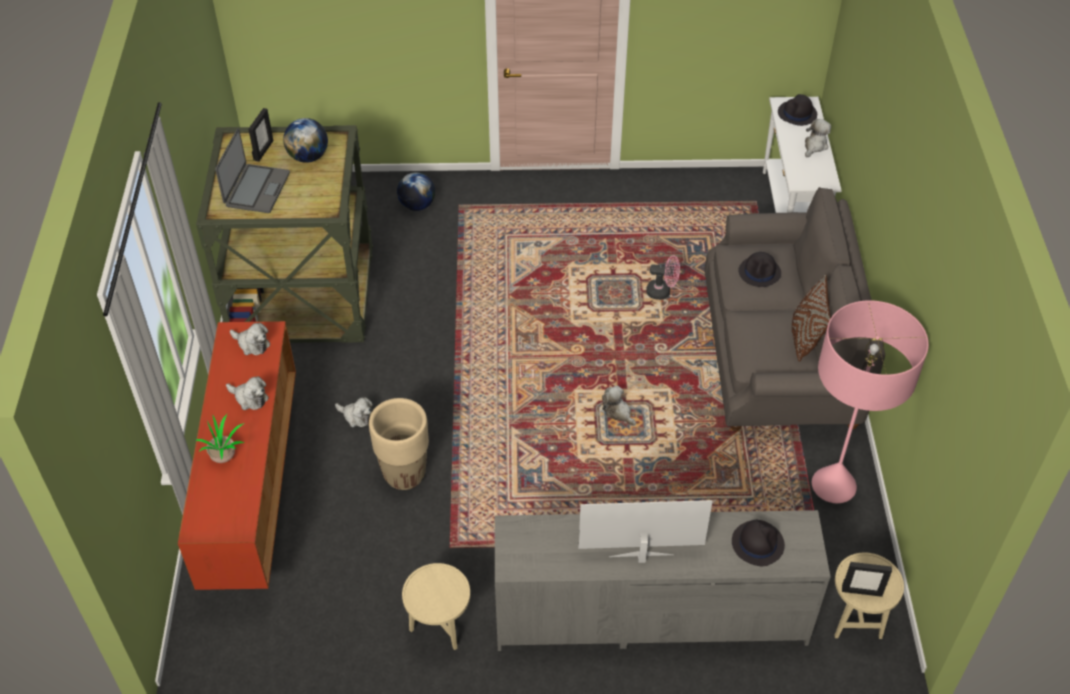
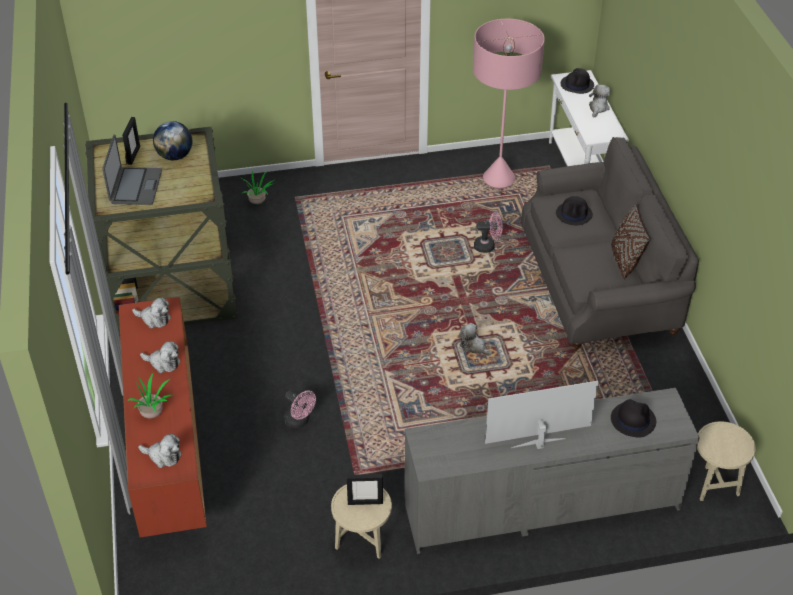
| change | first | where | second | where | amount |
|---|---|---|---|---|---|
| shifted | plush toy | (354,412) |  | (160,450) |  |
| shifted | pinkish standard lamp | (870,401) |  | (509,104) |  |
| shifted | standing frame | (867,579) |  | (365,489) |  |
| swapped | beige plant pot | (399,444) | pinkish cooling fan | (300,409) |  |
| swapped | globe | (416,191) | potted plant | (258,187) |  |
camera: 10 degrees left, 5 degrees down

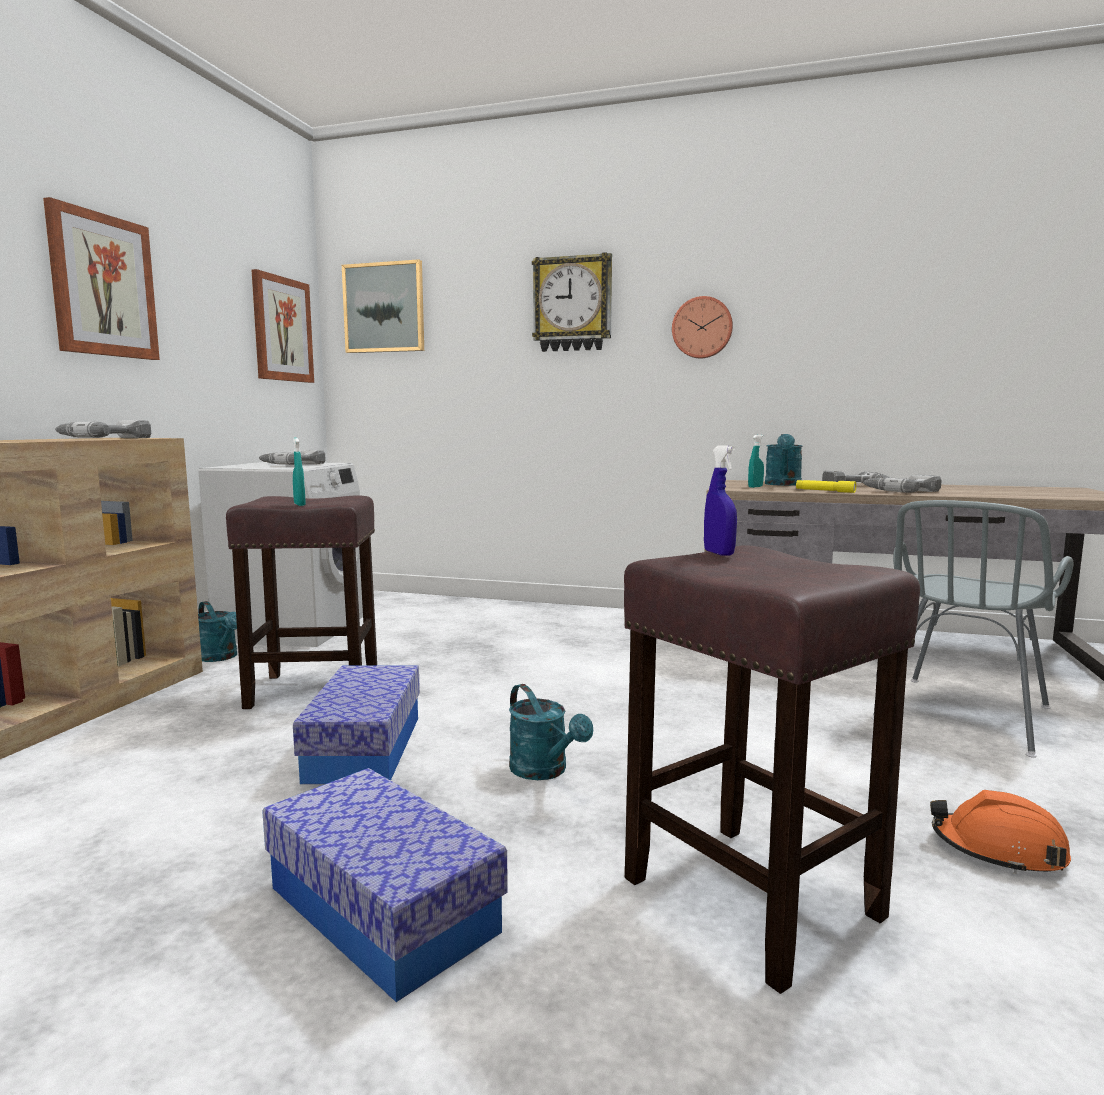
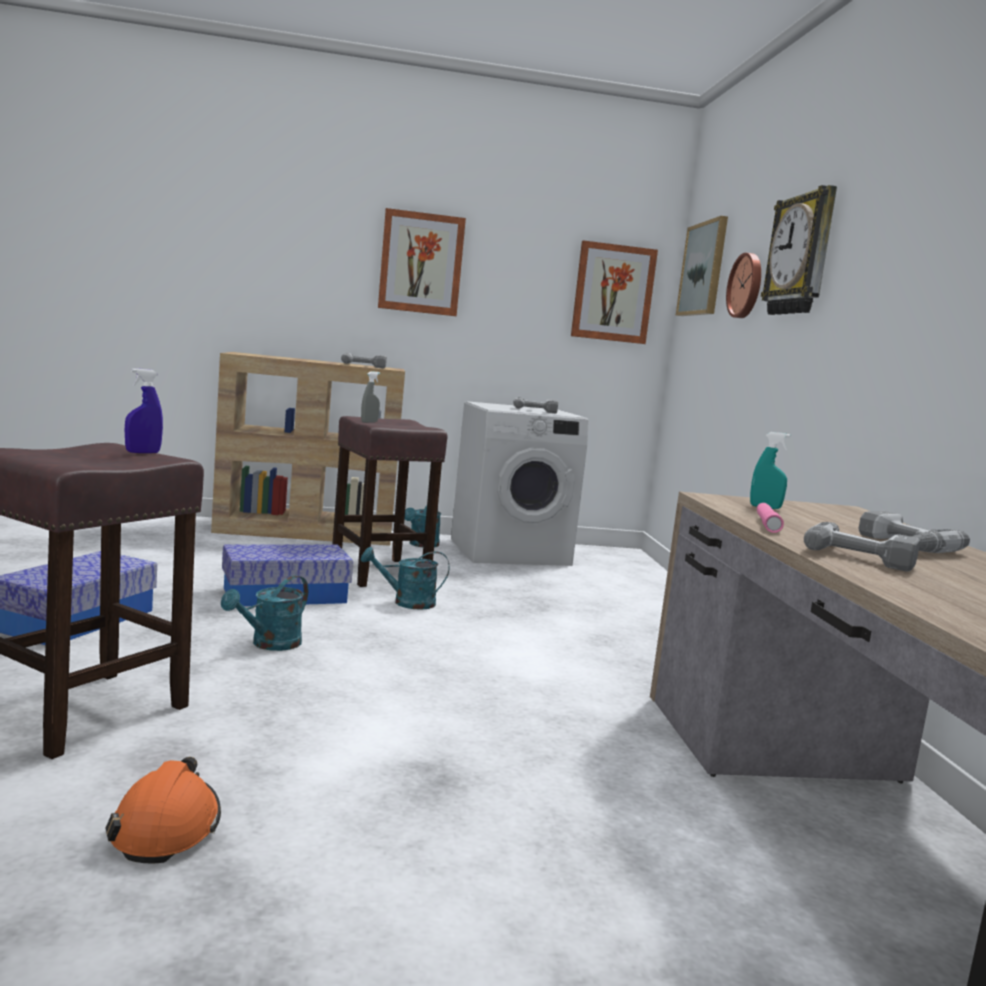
| change | first | where | second | where | amount |
|---|---|---|---|---|---|
| gone | greyish chair | (972,629) |  |  |  |
| shifted | hanging clock | (702,327) |  | (743,285) |  |
| shifted | turquoise-coloured sprinkling can | (784,460) |  | (405,578) |  |
| repainted | turquoise-coloured sprayer | (299,472) | greyish sprayer | (370,397) |  |
| repainted | yellowish torch | (826,486) | pinkish torch | (770,518) |  |
camera: 65 degrees right, 0 degrees up

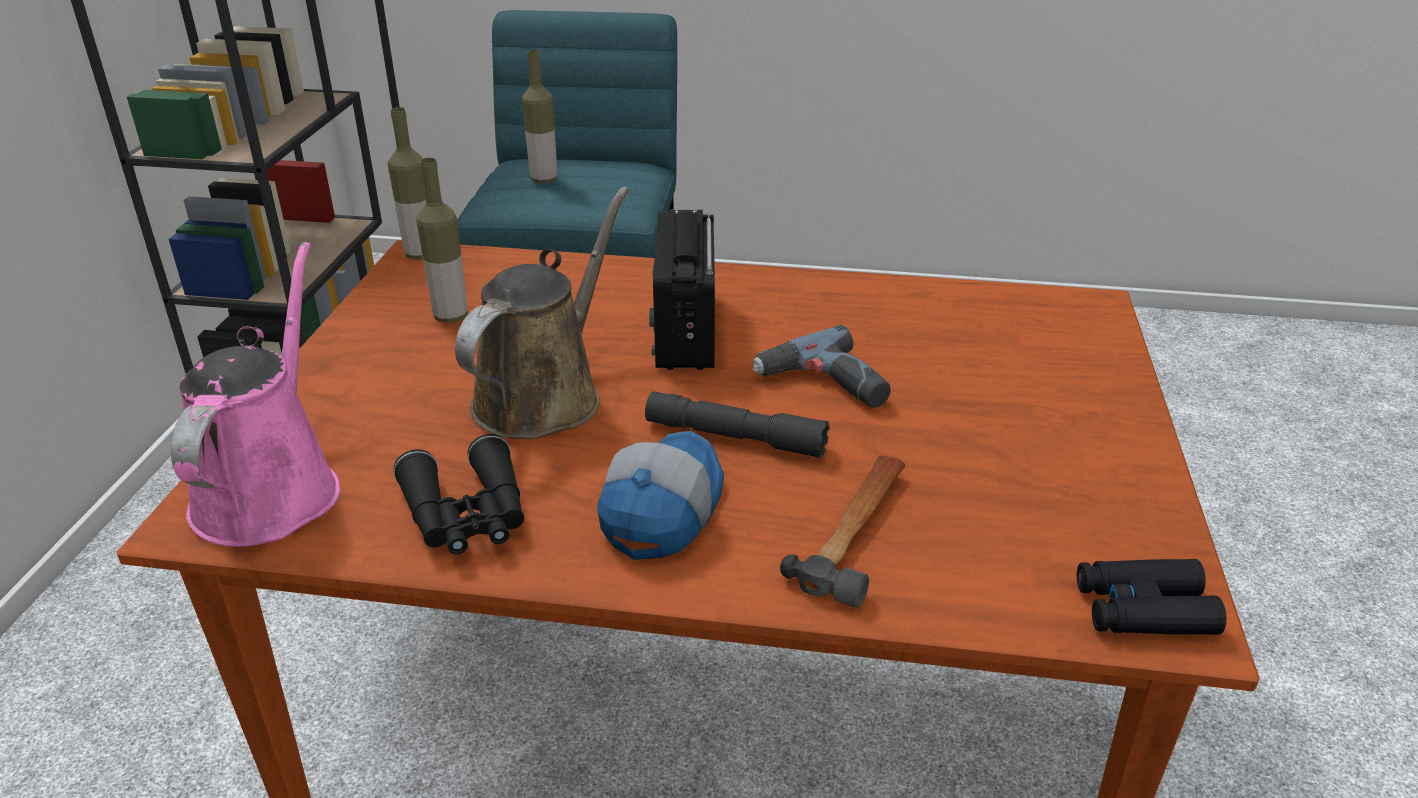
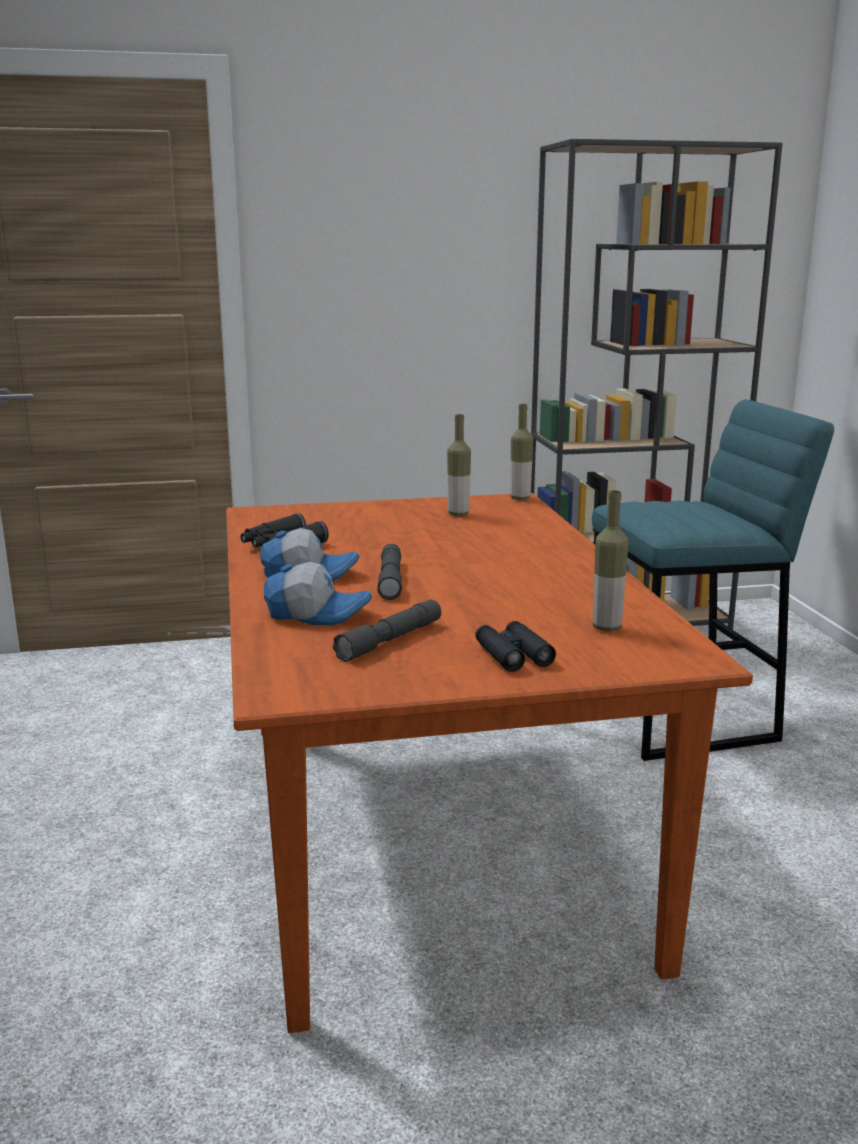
| change | first | where | second | where | amount |
|---|---|---|---|---|---|
| gone | pinkish sprinkling can | (255,394) |  |  |  |
| gone | brownish sprinkling can | (542,313) |  |  |  |
| gone | radio receiver | (682,289) |  |  |  |
| gone | power drill | (821,366) |  |  |  |
| new |  |  | greyish torch | (387,631) |  |
| shifted | bottle | (539,116) |  | (611,560) |  |
| shifted | black pair of binoculars | (1151,597) |  | (515,646) |  |
| swapped | hand hammer | (842,532) | peaked cap | (318,593) |  |
camera: 70 degrees right, 15 degrees down

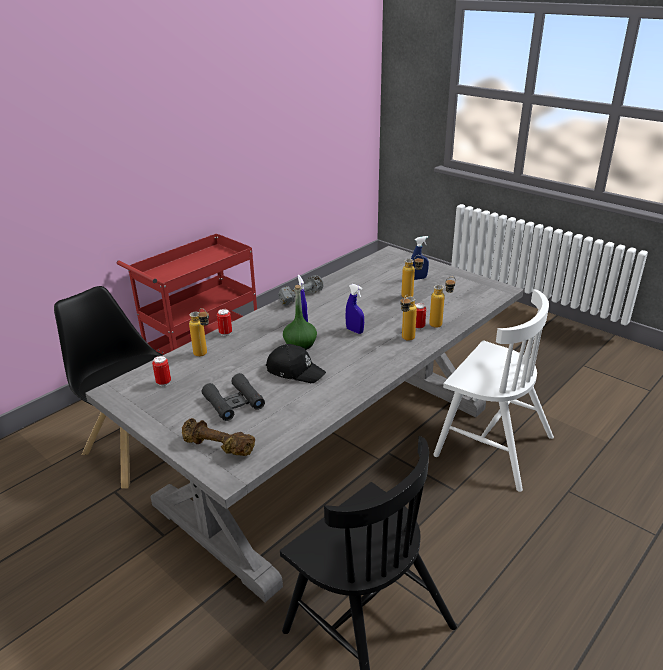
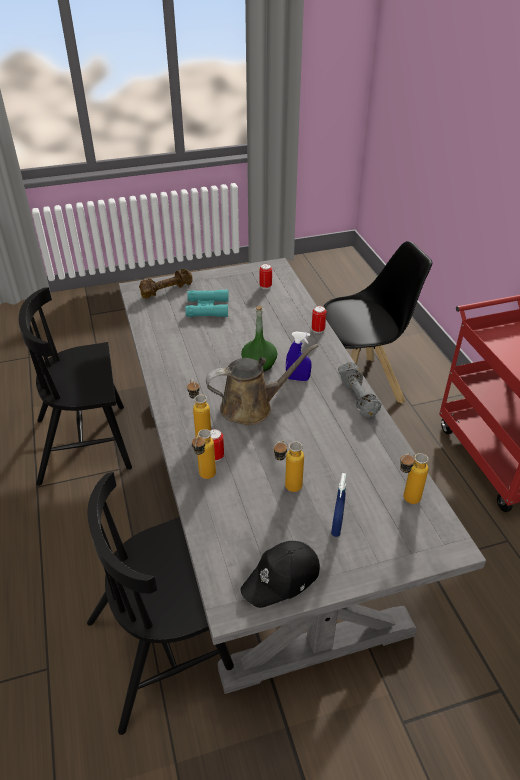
| change | first | where | second | where | amount |
|---|---|---|---|---|---|
| shifted | bottle | (199,332) |  | (414,478) |  |
| shifted | black peaked cap | (296,363) |  | (280,574) |  |
| swapped | blue sprayer | (354,309) | brownish sprinkling can | (262,384) |  |
| repainted | black pair of binoculars | (233,397) | turquoise-coloured pair of binoculars | (207,303) |  |
| repainted | white chair | (493,390) | black chair | (160,603) |  |
camera: 120 degrees right, 10 degrees up

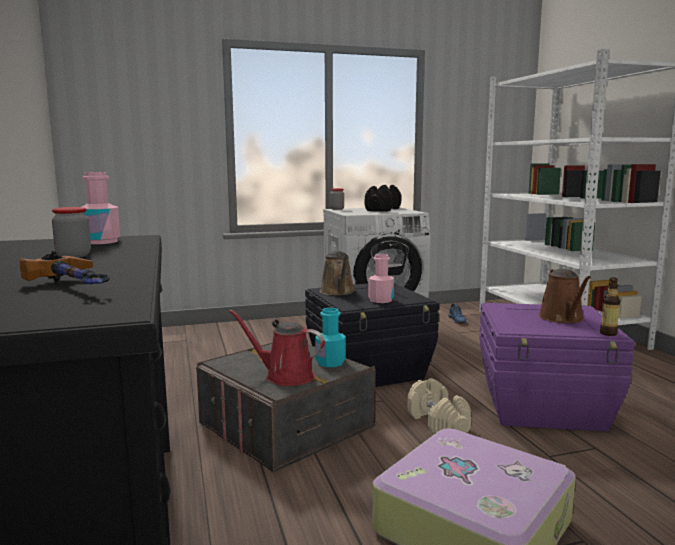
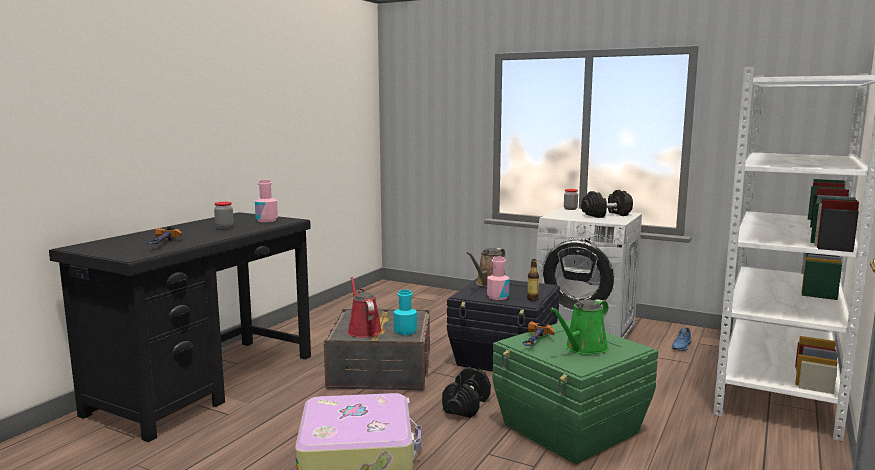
| change | first | where | second | where | amount |
|---|---|---|---|---|---|
| new |  |  | hand hammer | (538,333) |  |
| shifted | bottle | (610,306) |  | (533,280) |  |
| repainted | beige dumbbell | (439,406) | black dumbbell | (466,392) |  |
| repainted | purple-coloured storage box | (556,367) | green-coloured storage box | (575,392) |  |
| repainted | brownish sprinkling can | (565,296) | green-coloured sprinkling can | (579,327) |  |
camera: 45 degrees right, 0 degrees up

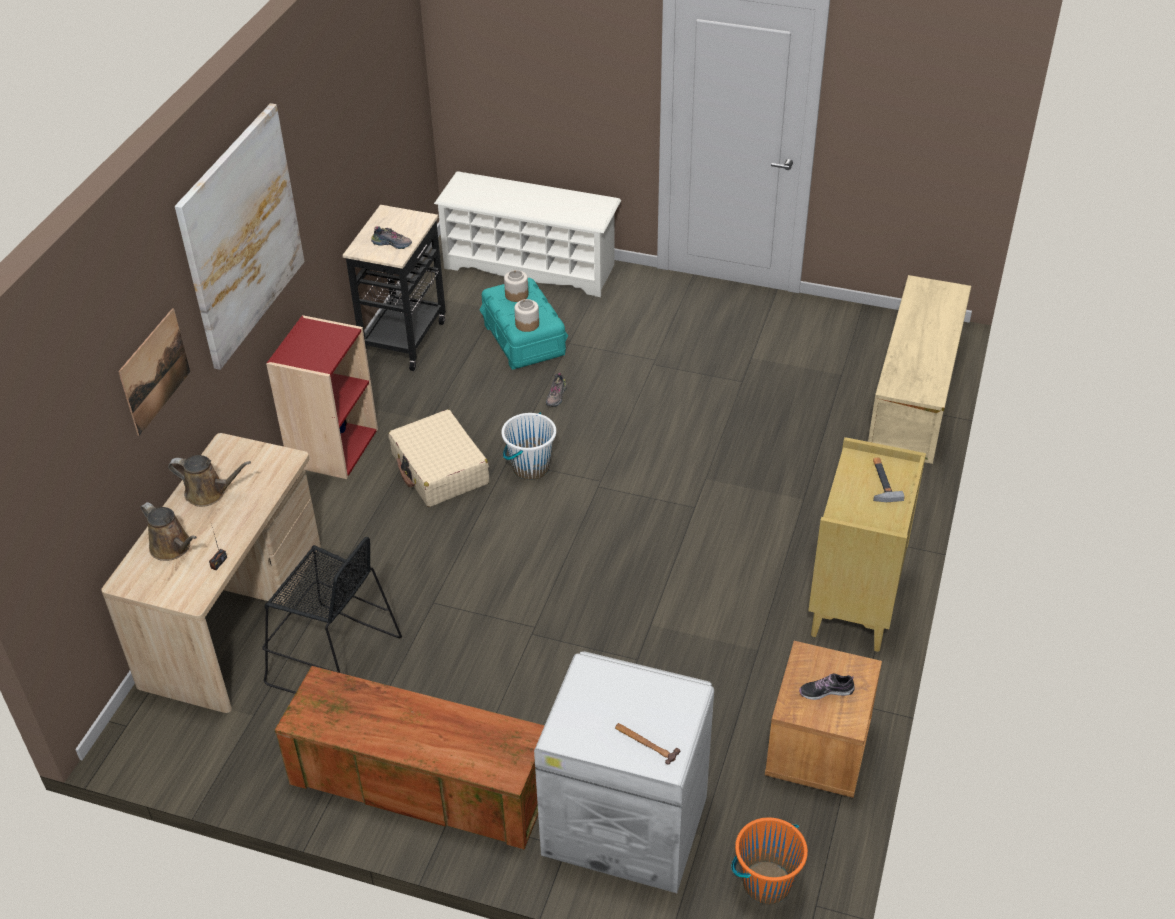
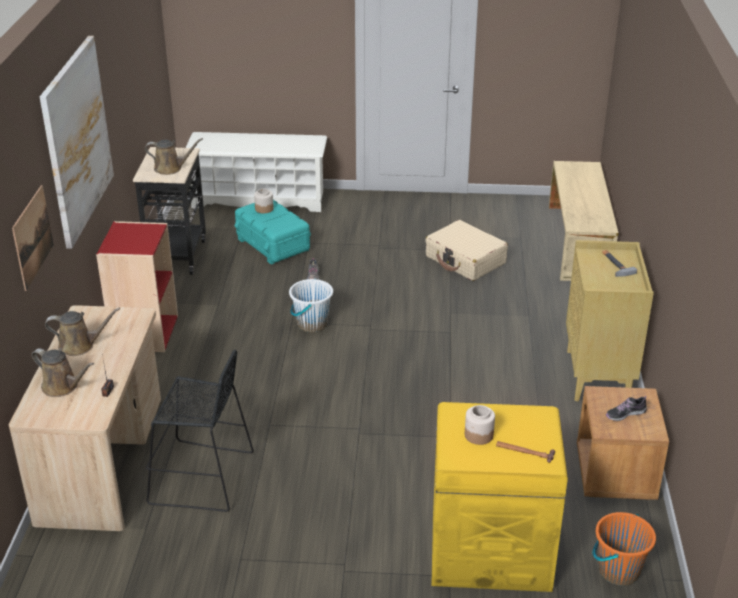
| change | first | where | second | where | amount |
|---|---|---|---|---|---|
| gone | brownish long seat | (410,758) |  |  |  |
| shifted | beige piece of luggage | (438,458) |  | (466,250) |  |
| shifted | preserve jar | (526,315) |  | (480,425) |  |
| swapped | item of footwear | (391,237) | brownish sprinkling can | (174,156) |  |
| repainted | white washing machine | (624,772) | yellowish washing machine | (499,497) |  |
camera: 15 degrees left, 10 degrees down

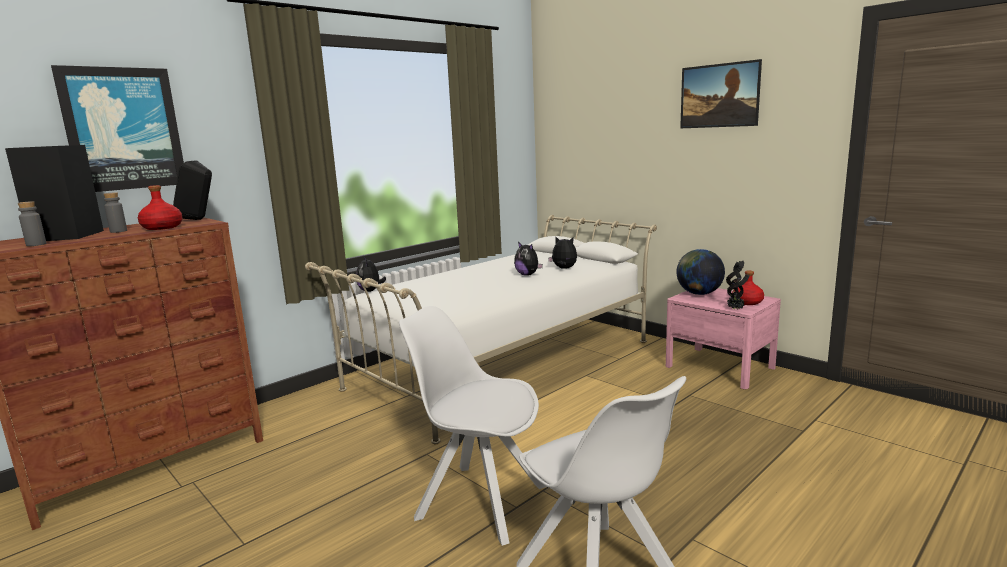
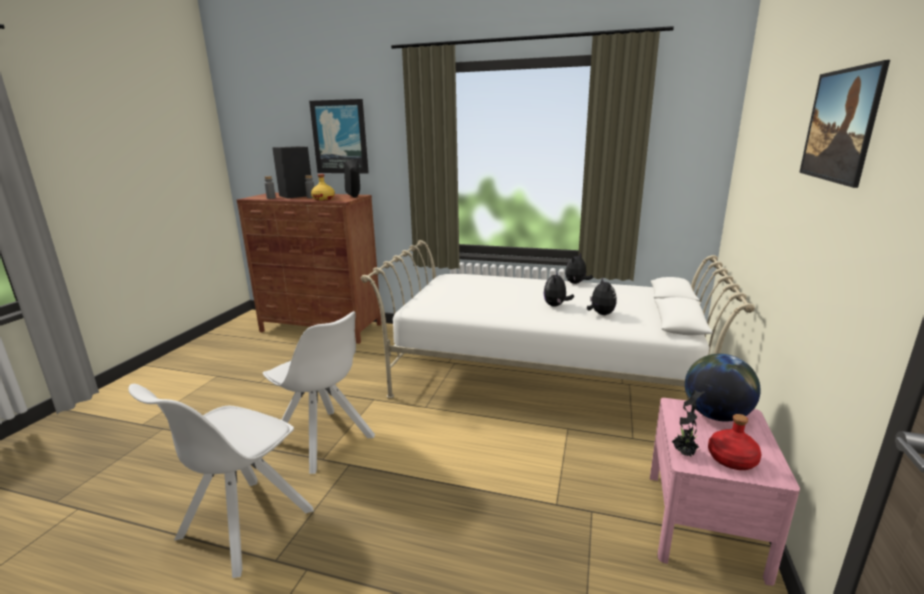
| change | first | where | second | where | amount |
|---|---|---|---|---|---|
| shifted | plush toy | (371,273) |  | (579,268) |  |
| repainted | reddish bottle | (160,207) | yellowish bottle | (323,187) |  |
| rotated | white chair | (473,426) |  | (319,392) | 135 degrees clockwise |
camera: 60 degrees right, 5 degrees up

